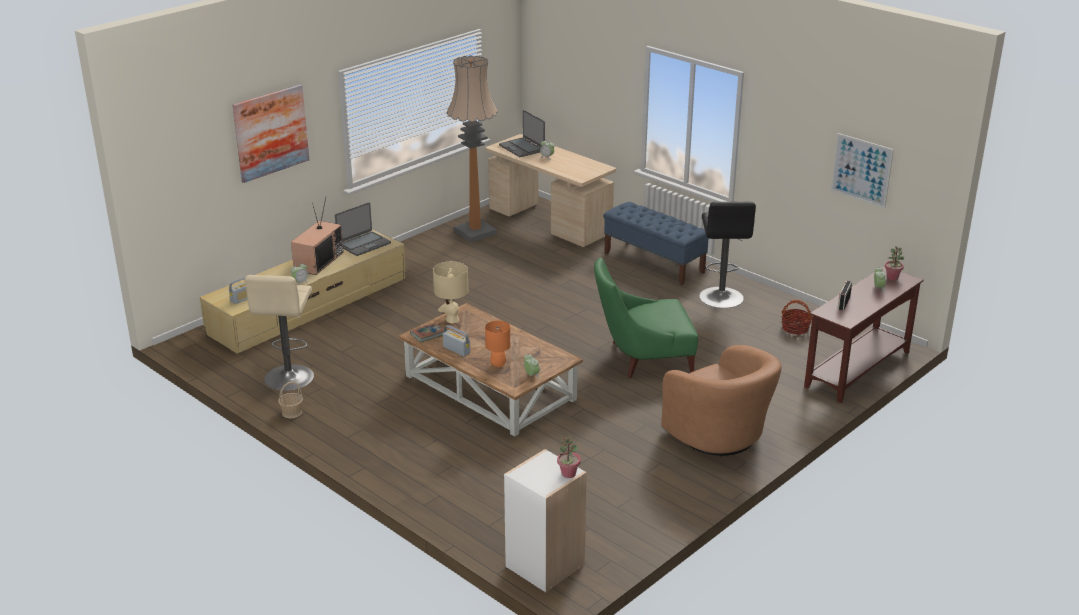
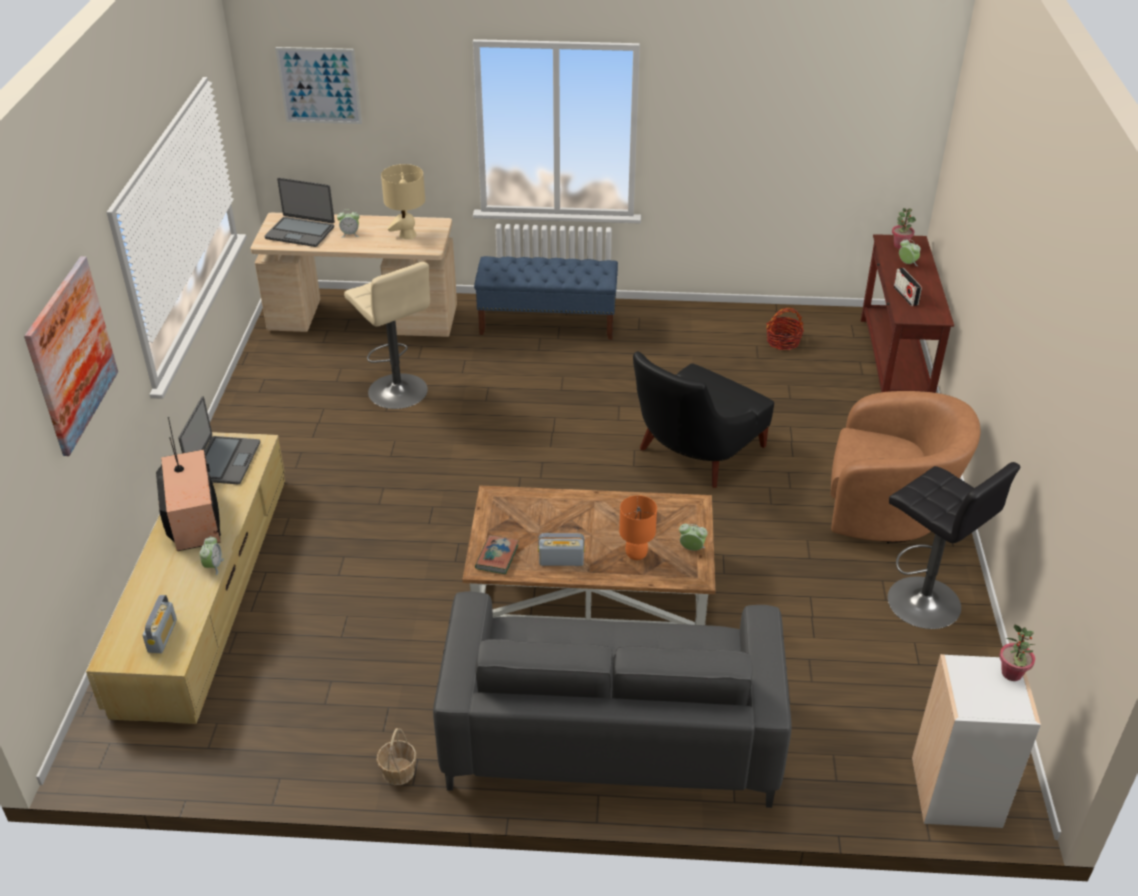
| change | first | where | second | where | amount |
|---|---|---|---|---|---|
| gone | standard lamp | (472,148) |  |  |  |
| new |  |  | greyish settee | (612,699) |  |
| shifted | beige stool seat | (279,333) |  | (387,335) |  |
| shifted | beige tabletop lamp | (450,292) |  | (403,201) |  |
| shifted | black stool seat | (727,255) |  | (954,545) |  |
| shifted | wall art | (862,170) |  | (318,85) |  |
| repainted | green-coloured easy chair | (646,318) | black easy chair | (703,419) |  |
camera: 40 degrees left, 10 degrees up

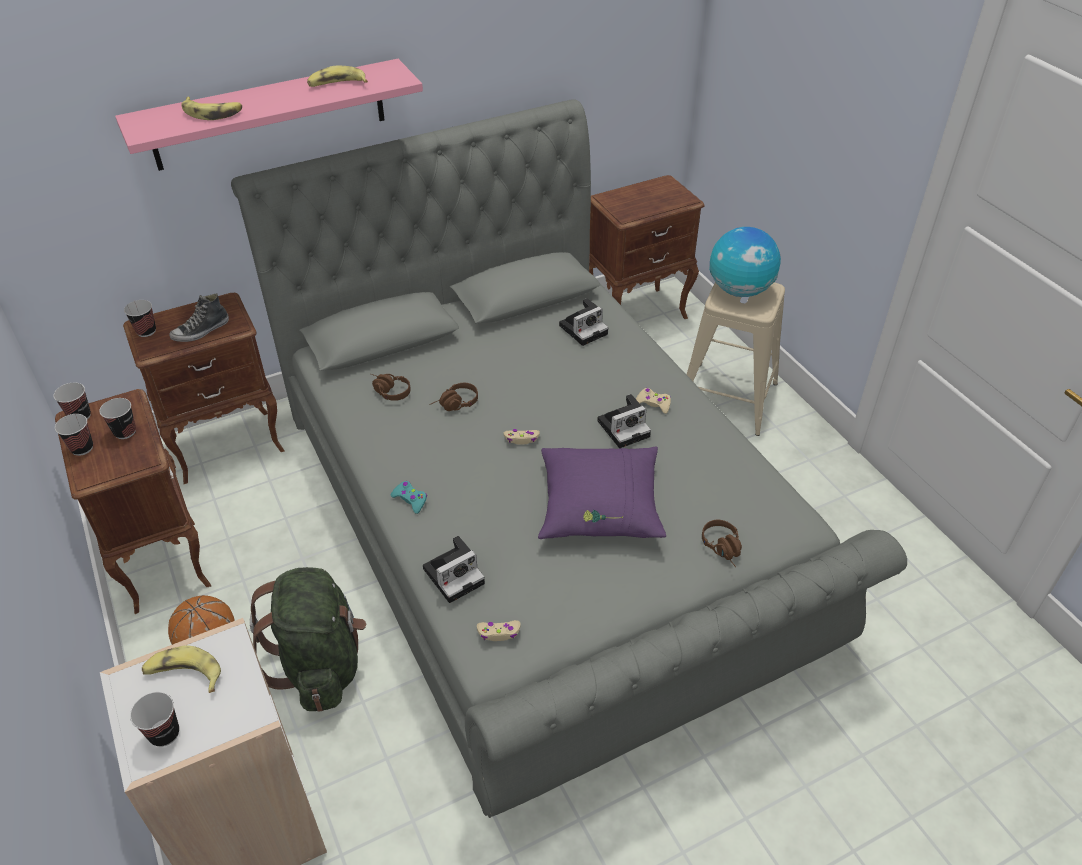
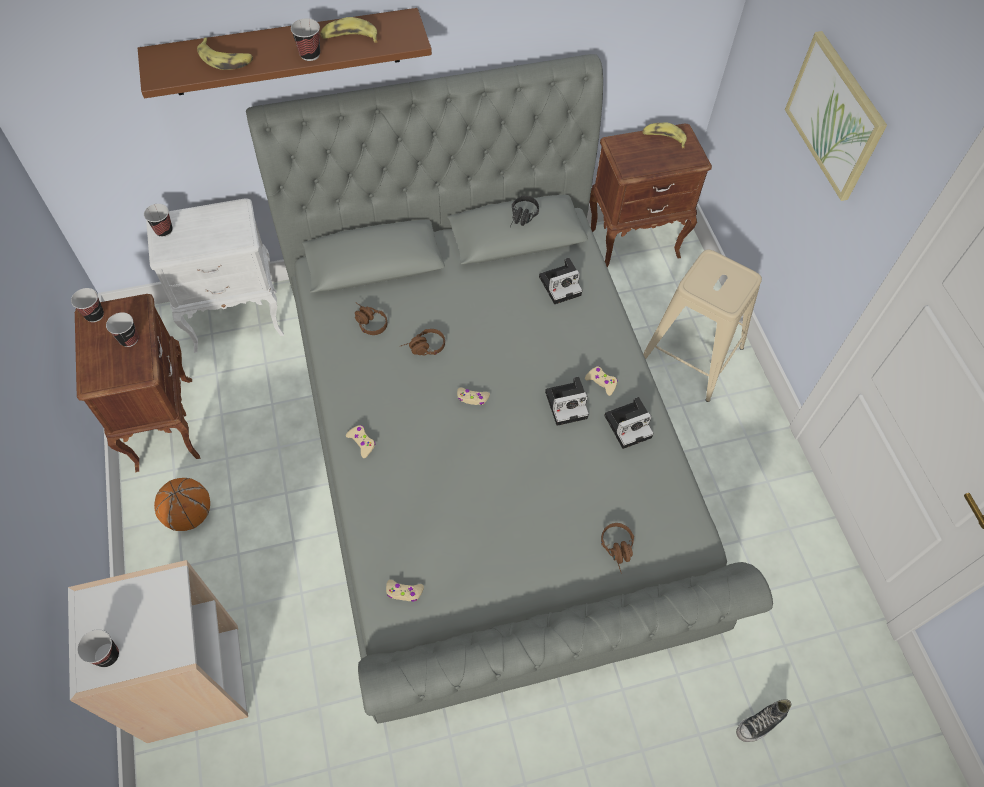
| change | first | where | second | where | amount |
|---|---|---|---|---|---|
| gone | green-coloured knapsack | (308,639) |  |  |  |
| gone | purple-coloured throw pillow | (602,493) |  |  |  |
| gone | globe | (745,262) |  |  |  |
| new |  |  | black headset | (524,211) |  |
| new |  |  | wall art | (836,116) |  |
| shifted | small cup | (74,435) |  | (305,39) |  |
| shifted | banana | (181,669) |  | (665,135) |  |
| shifted | item of footwear | (199,317) |  | (763,720) |  |
| shifted | photo camera | (454,569) |  | (629,423) |  |
| repainted | pinkish bracket shelf | (269,115) | brownish bracket shelf | (285,53) |  |
| repainted | brownish night table | (204,388) | white night table | (215,275) |  |
| repainted | turquoise-coloured joypad | (409,497) | beige joypad | (360,441) |  |
camera: 10 degrees right, 15 degrees up

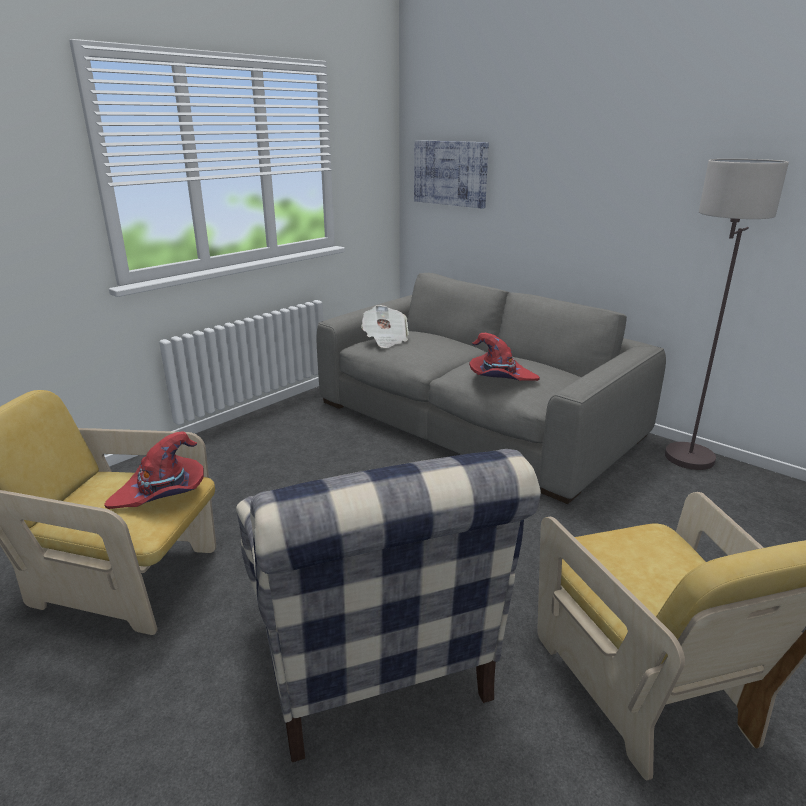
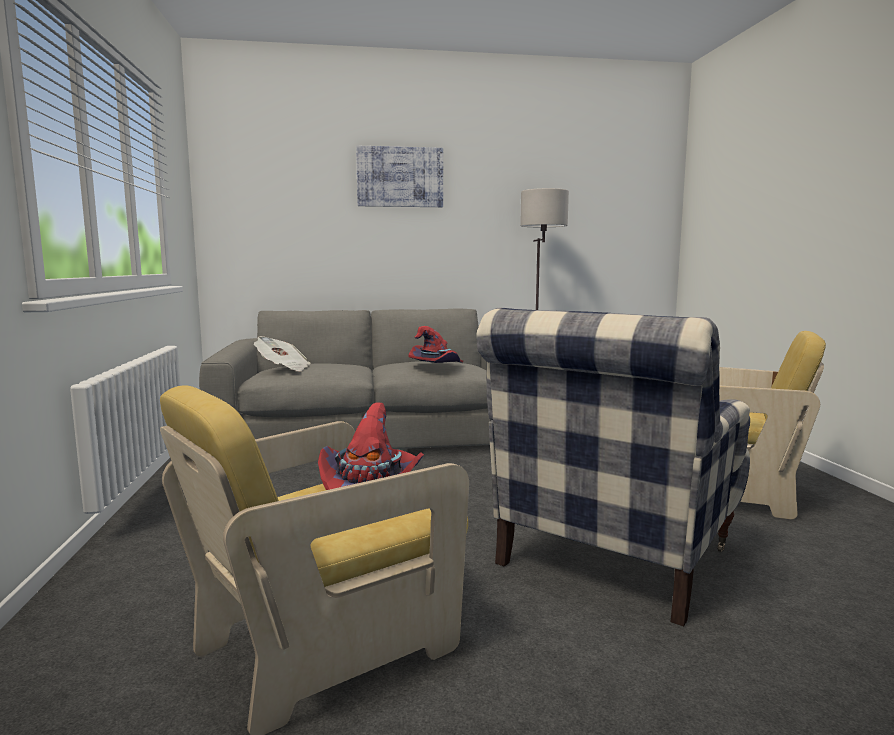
| change | first | where | second | where | amount |
|---|---|---|---|---|---|
| shifted | wall art | (451,174) |  | (399,176) |  |
| rotated | easy chair | (388,605) |  | (613,467) | 105 degrees clockwise |
camera: 50 degrees left, 15 degrees down

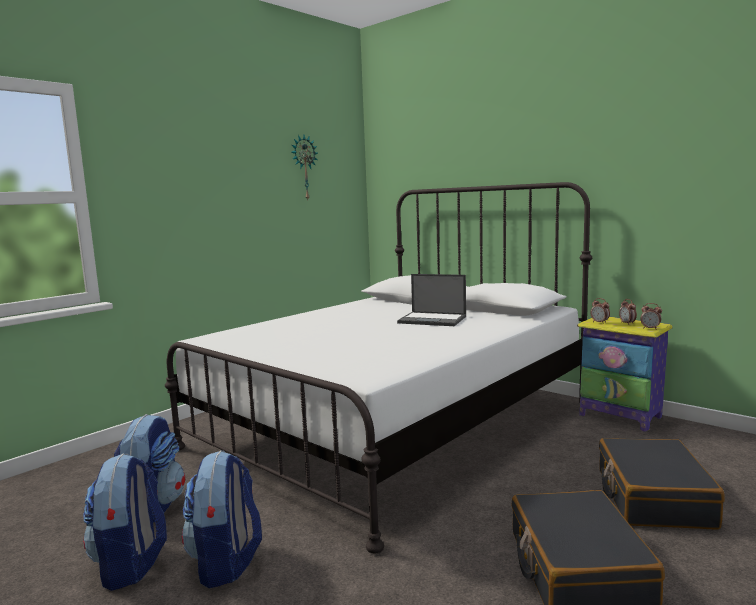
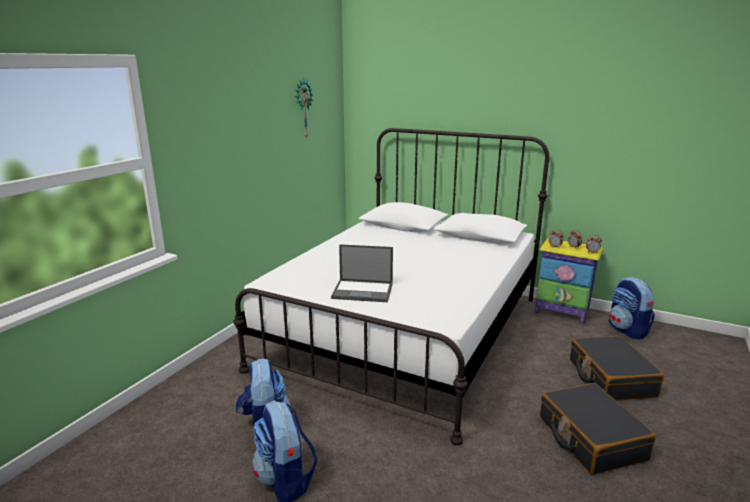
| change | first | where | second | where | amount |
|---|---|---|---|---|---|
| shifted | knapsack | (221,519) |  | (632,308) |  |
| shifted | laptop | (431,300) |  | (362,273) |  |
camera: 15 degrees left, 10 degrees up

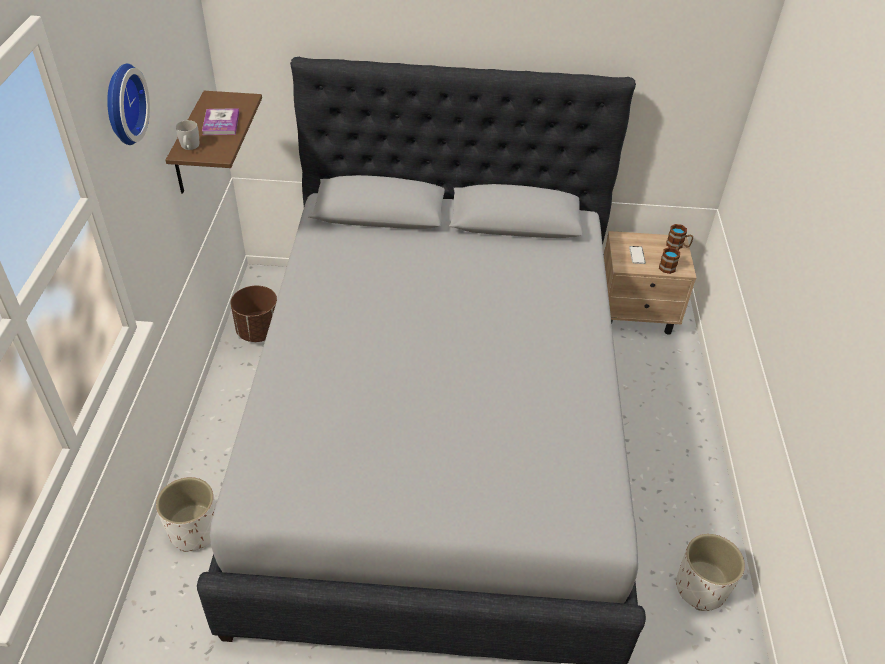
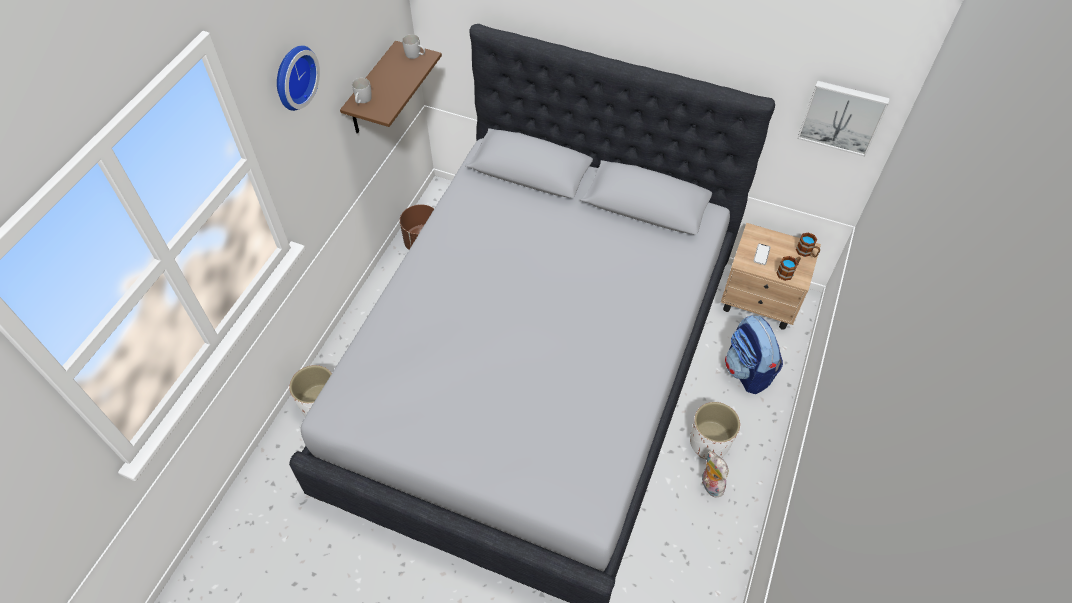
| change | first | where | second | where | amount |
|---|---|---|---|---|---|
| gone | volume | (220,121) |  |  |  |
| new |  |  | white mug | (413,46) |  |
| new |  |  | plush toy | (715,474) |  |
| new |  |  | knapsack | (754,354) |  |
| new |  |  | wall art | (843,118) |  |
| shifted | white plant pot | (710,572) |  | (715,430) |  |
camera: 20 degrees right, 10 degrees up

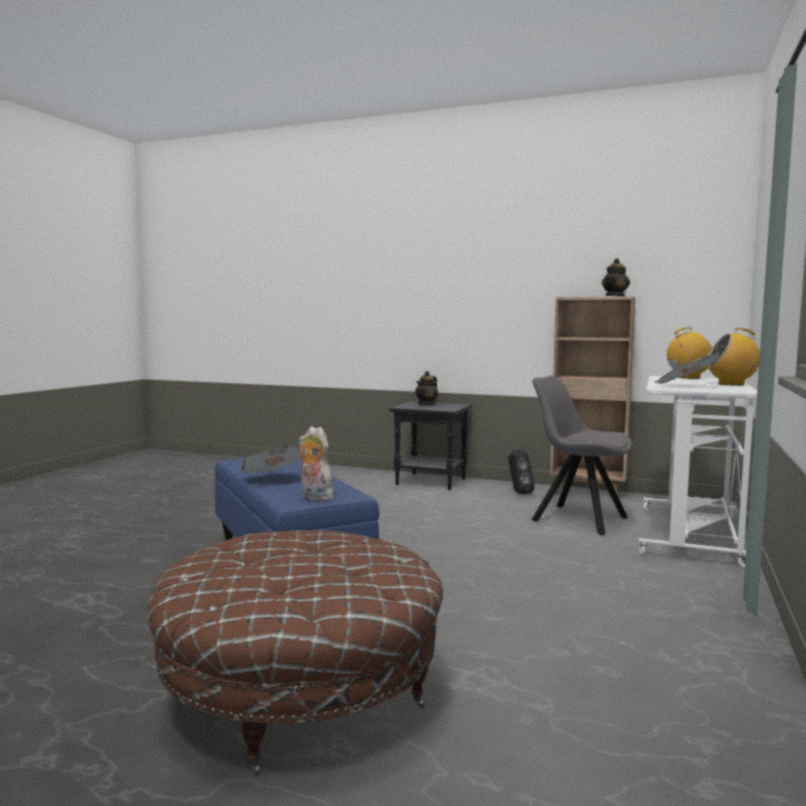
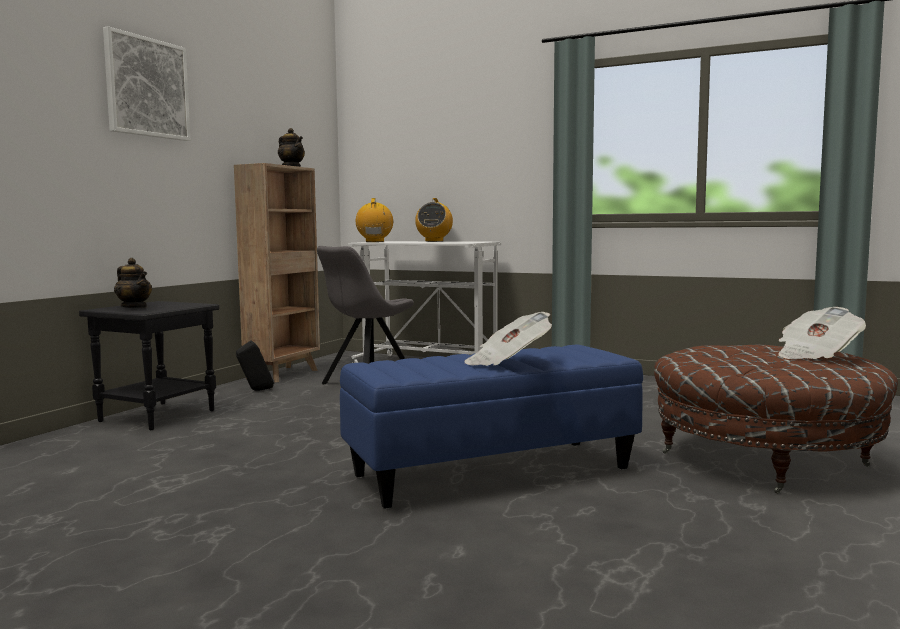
| change | first | where | second | where | amount |
|---|---|---|---|---|---|
| gone | plush toy | (316,463) |  |  |  |
| new |  |  | wall art | (146,83) |  |
| shifted | daily paper | (687,368) |  | (822,333) |  |
camera: 85 degrees left, 0 degrees up

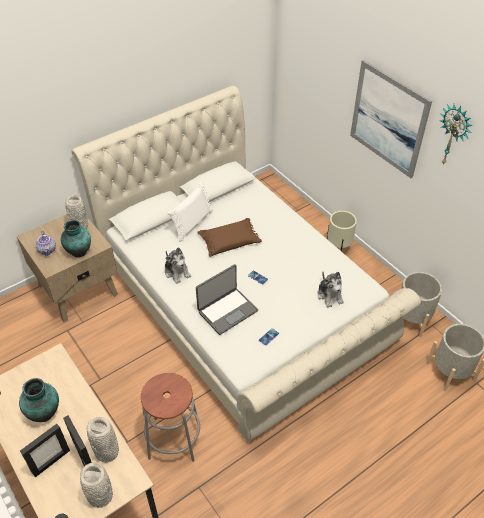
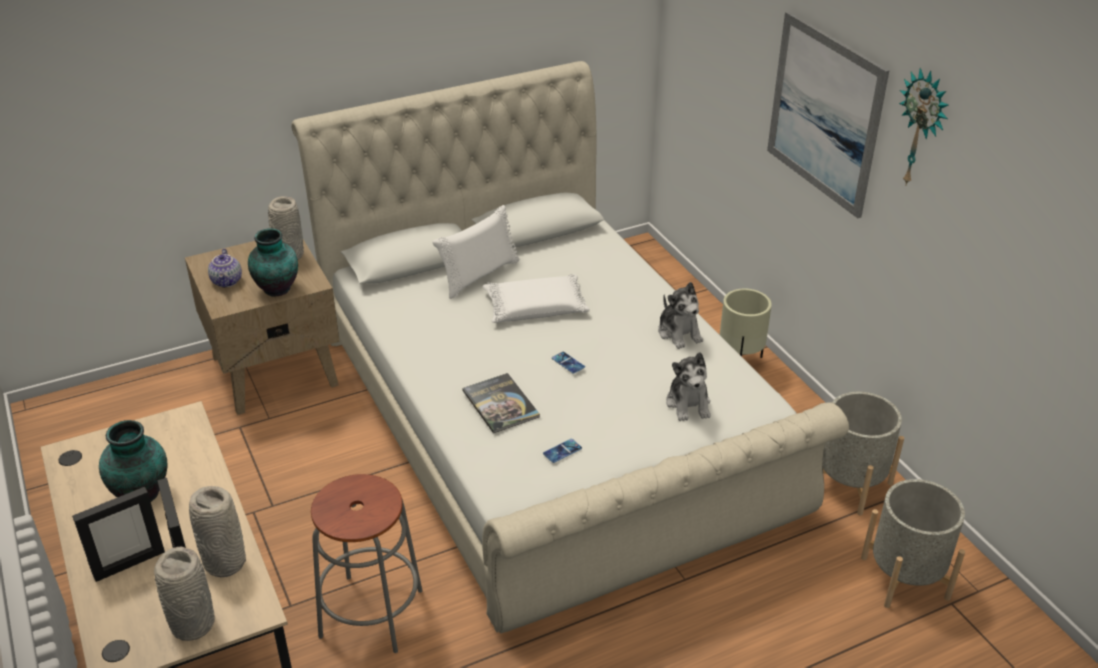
| change | first | where | second | where | amount |
|---|---|---|---|---|---|
| shifted | plush toy | (178,265) |  | (680,315) |  |
| swapped | laptop | (227,299) | volume | (501,403) |  |
| repainted | brownish throw pillow | (229,237) | white throw pillow | (536,298) |  |
camera: 10 degrees right, 10 degrees down

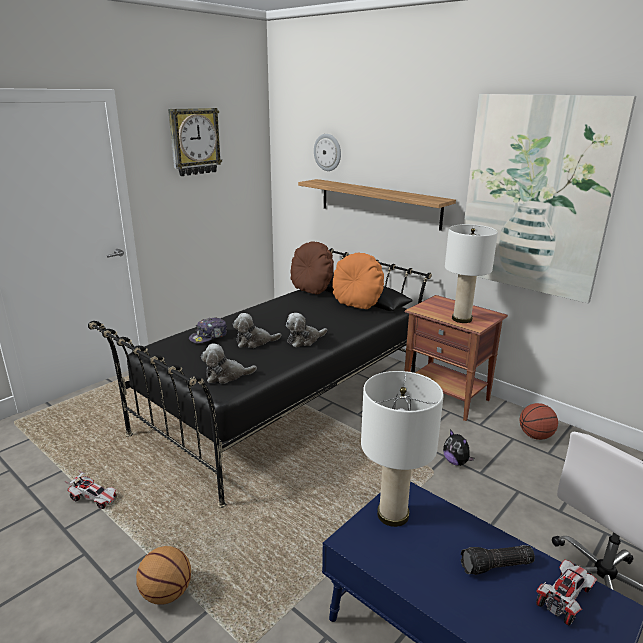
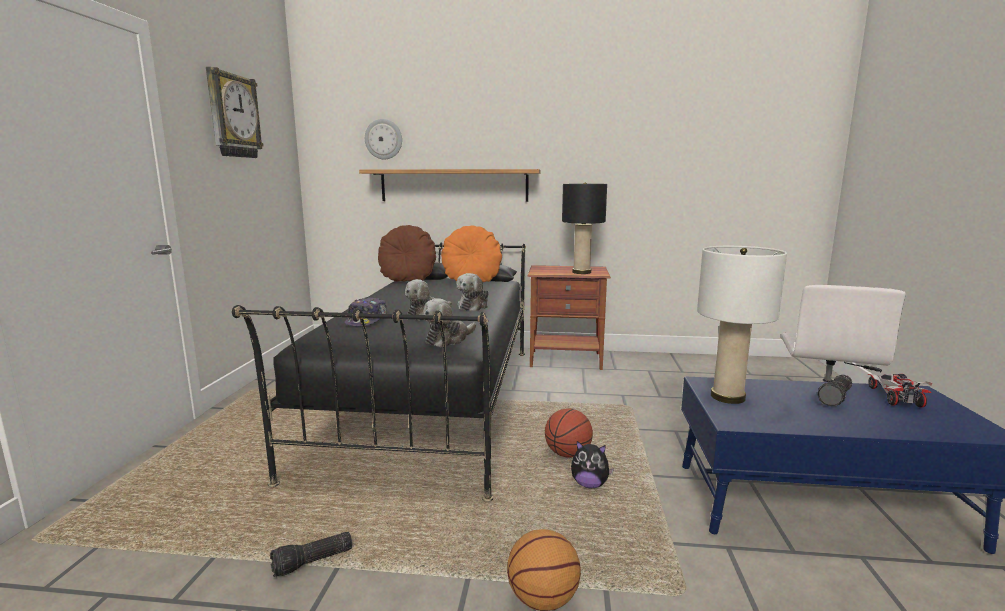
| change | first | where | second | where | amount |
|---|---|---|---|---|---|
| gone | wall art | (550,198) |  |  |  |
| shifted | plush toy | (458,448) |  | (592,465) |  |
| shifted | ball for basketball | (539,421) |  | (569,433) |  |
| swapped | model car | (91,489) | torch | (311,554) |  |
| repainted | white tabletop lamp | (471,273) | black tabletop lamp | (584,228) |  |
camera: 35 degrees left, 10 degrees down

